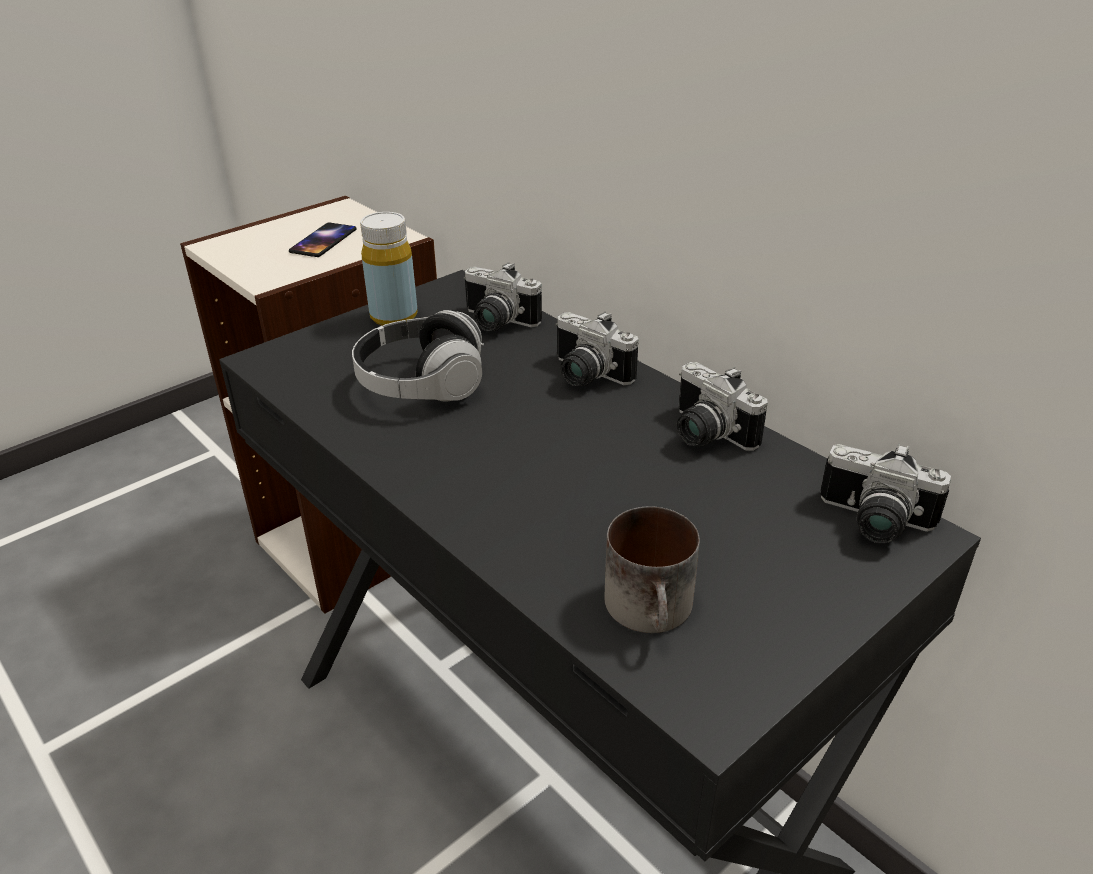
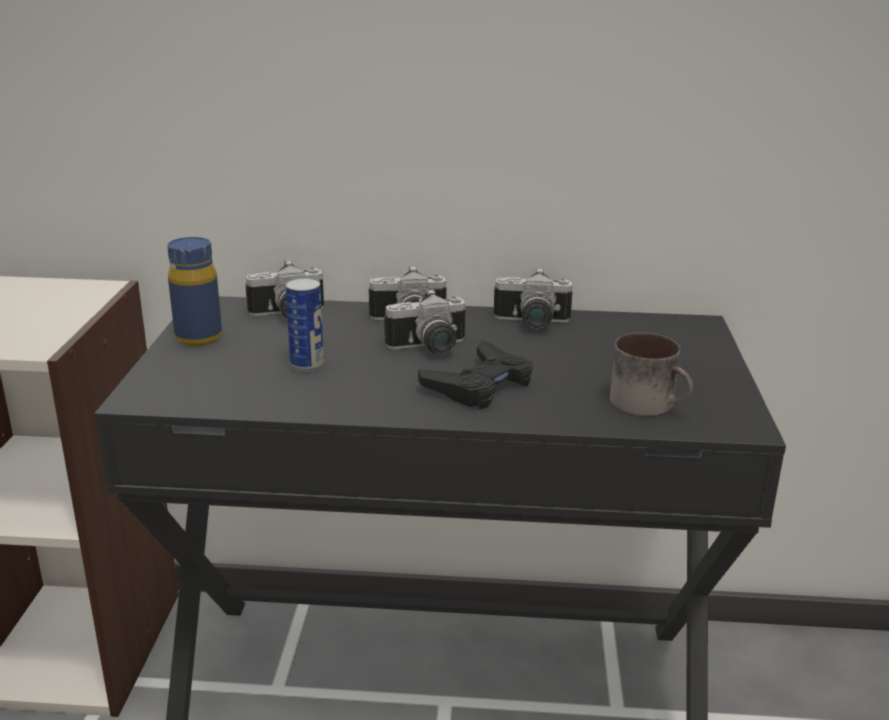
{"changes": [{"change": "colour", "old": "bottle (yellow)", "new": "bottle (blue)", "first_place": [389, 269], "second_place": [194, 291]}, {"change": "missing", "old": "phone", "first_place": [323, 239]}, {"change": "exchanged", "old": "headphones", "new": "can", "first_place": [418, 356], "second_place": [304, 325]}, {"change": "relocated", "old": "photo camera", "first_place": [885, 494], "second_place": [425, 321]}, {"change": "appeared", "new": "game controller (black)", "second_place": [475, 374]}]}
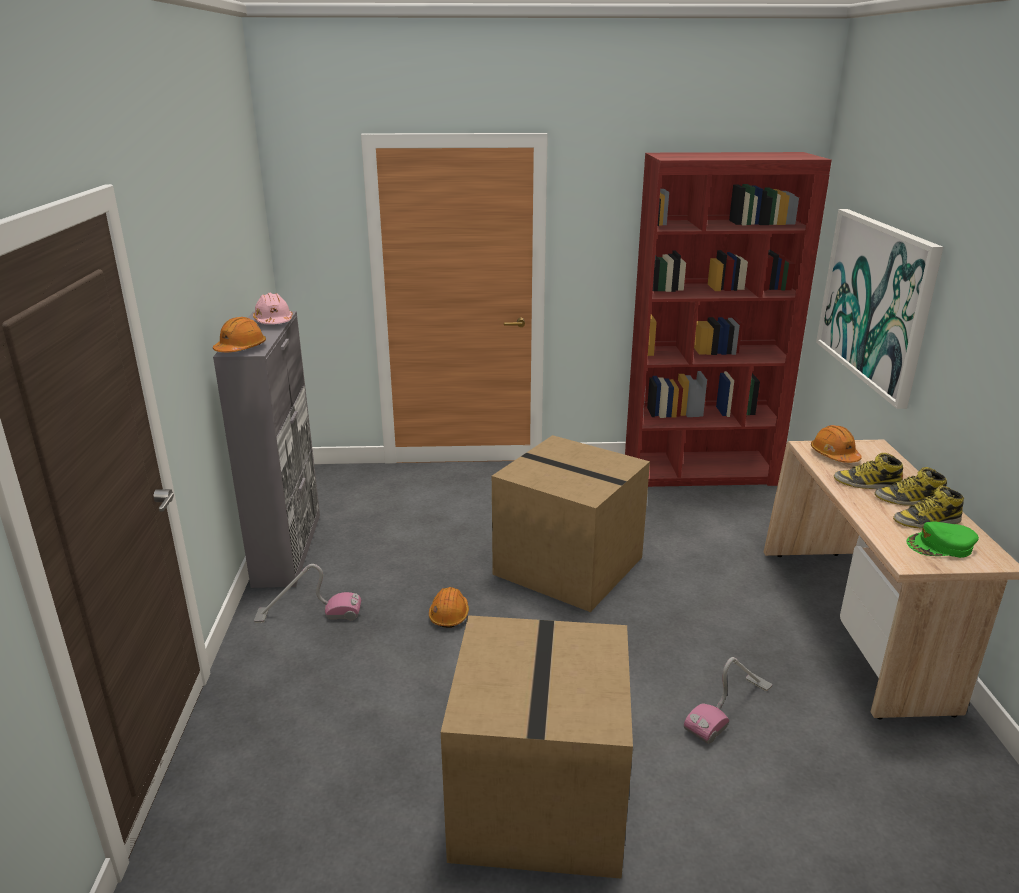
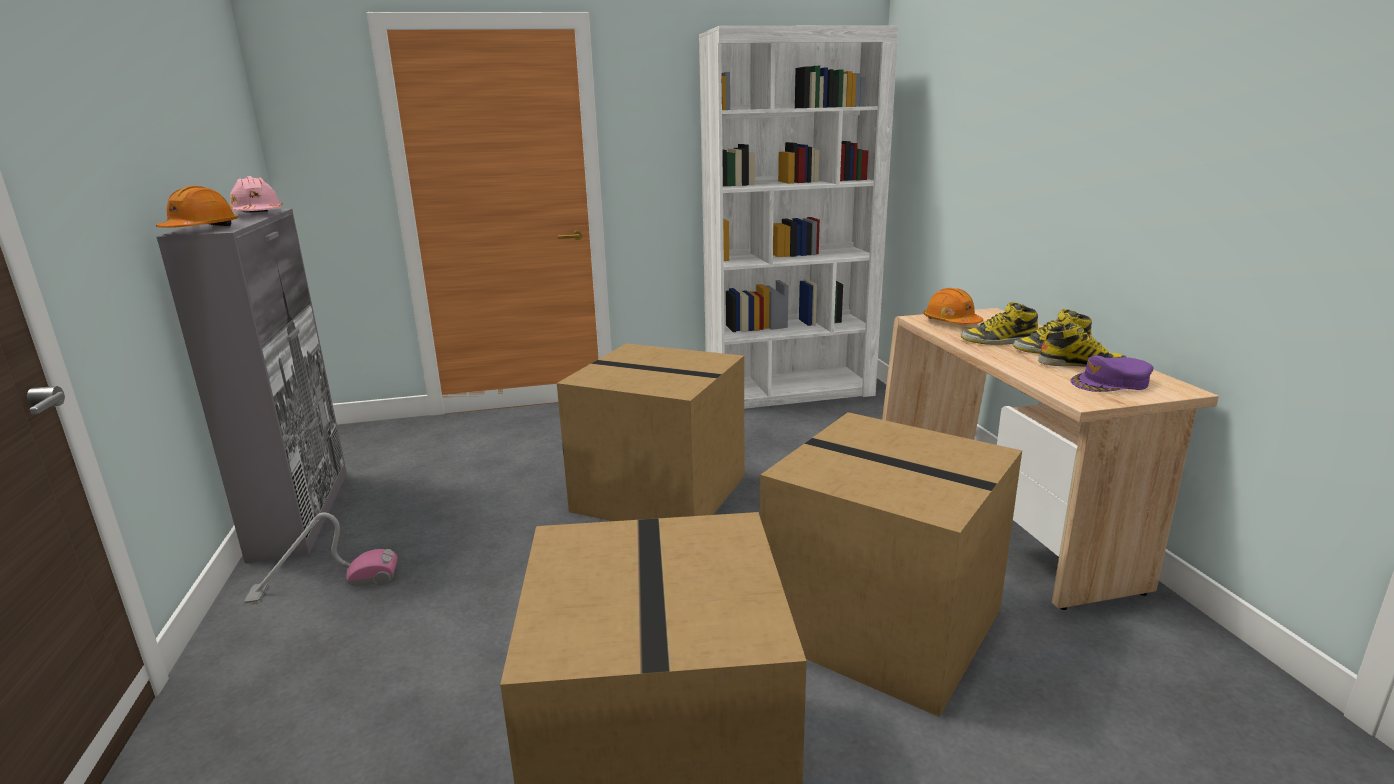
{"changes": [{"change": "colour", "old": "bookcase (red)", "new": "bookcase (white)", "first_place": [728, 319], "second_place": [798, 217]}, {"change": "missing", "old": "picture", "first_place": [880, 309]}, {"change": "spun", "old": "boot", "first_place": [928, 507], "second_place": [1082, 345], "degrees": -150}, {"change": "colour", "old": "cap (green)", "new": "cap (purple)", "first_place": [942, 540], "second_place": [1111, 373]}, {"change": "missing", "old": "hard hat (orange)", "first_place": [449, 607]}, {"change": "exchanged", "old": "vacuum cleaner", "new": "cardboard box", "first_place": [728, 700], "second_place": [891, 564]}]}
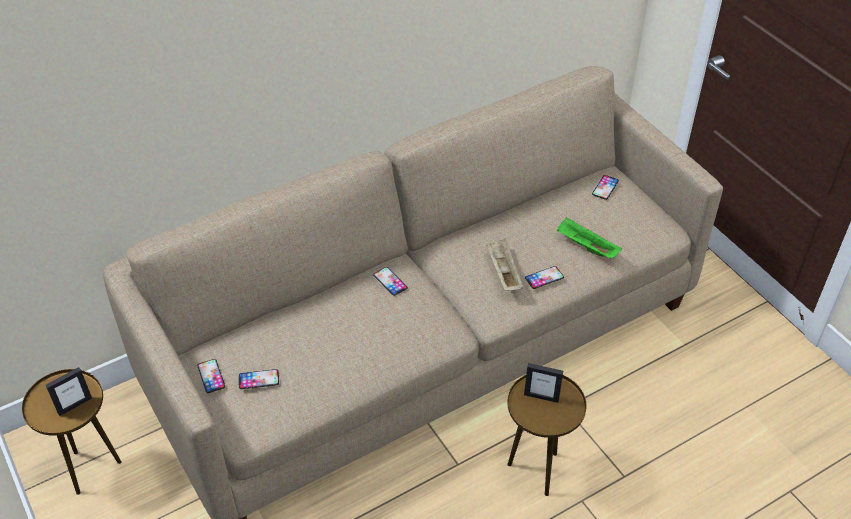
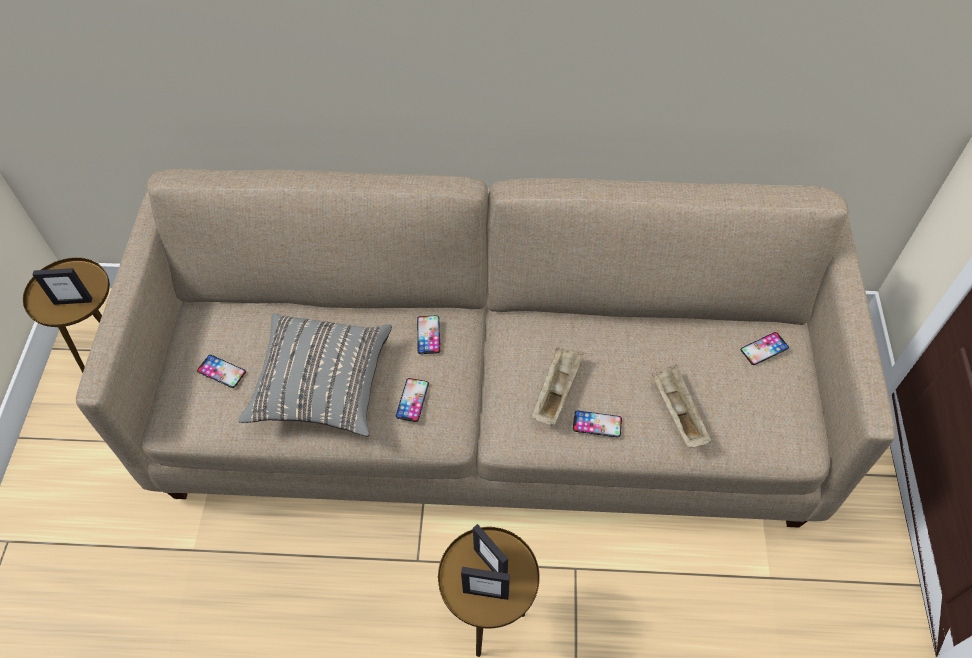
{"changes": [{"change": "colour", "old": "tray (green)", "new": "tray (beige)", "first_place": [589, 237], "second_place": [681, 405]}, {"change": "relocated", "old": "phone", "first_place": [211, 376], "second_place": [412, 400]}, {"change": "appeared", "new": "pillow (grey)", "second_place": [315, 375]}, {"change": "appeared", "new": "picture frame", "second_place": [485, 583]}]}
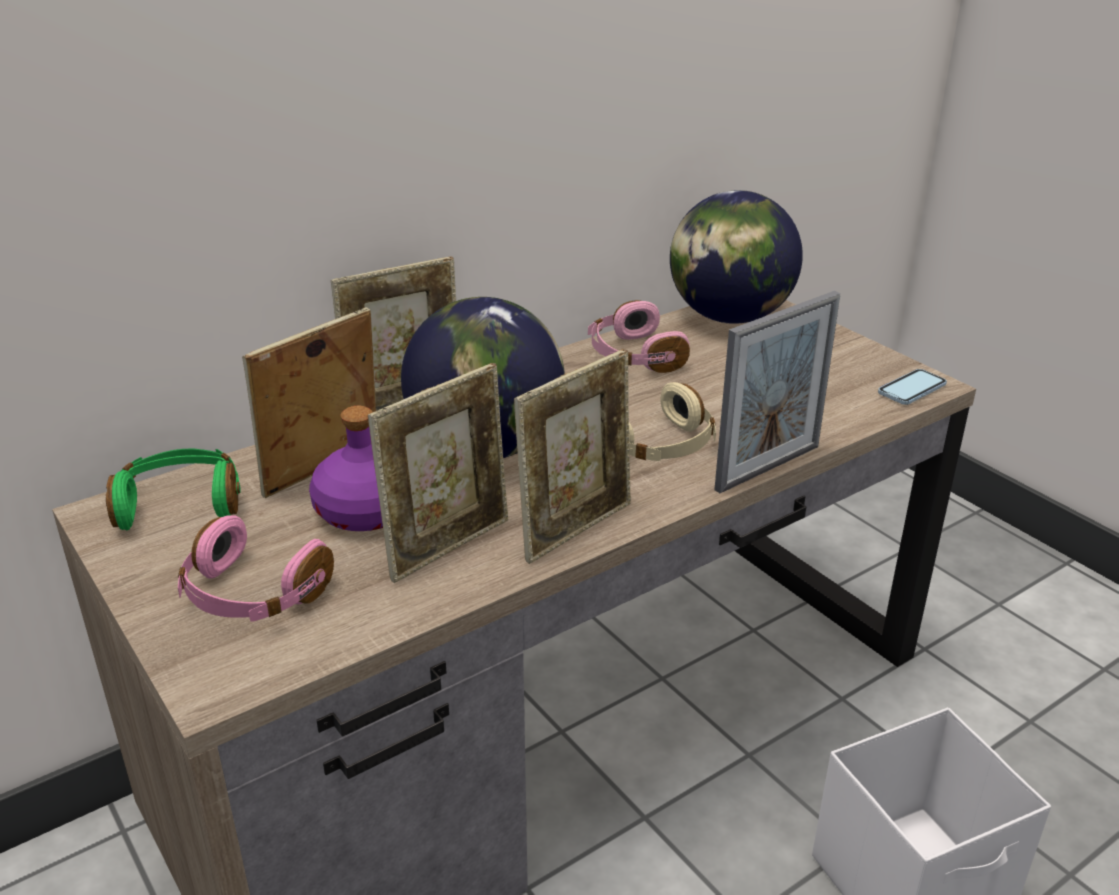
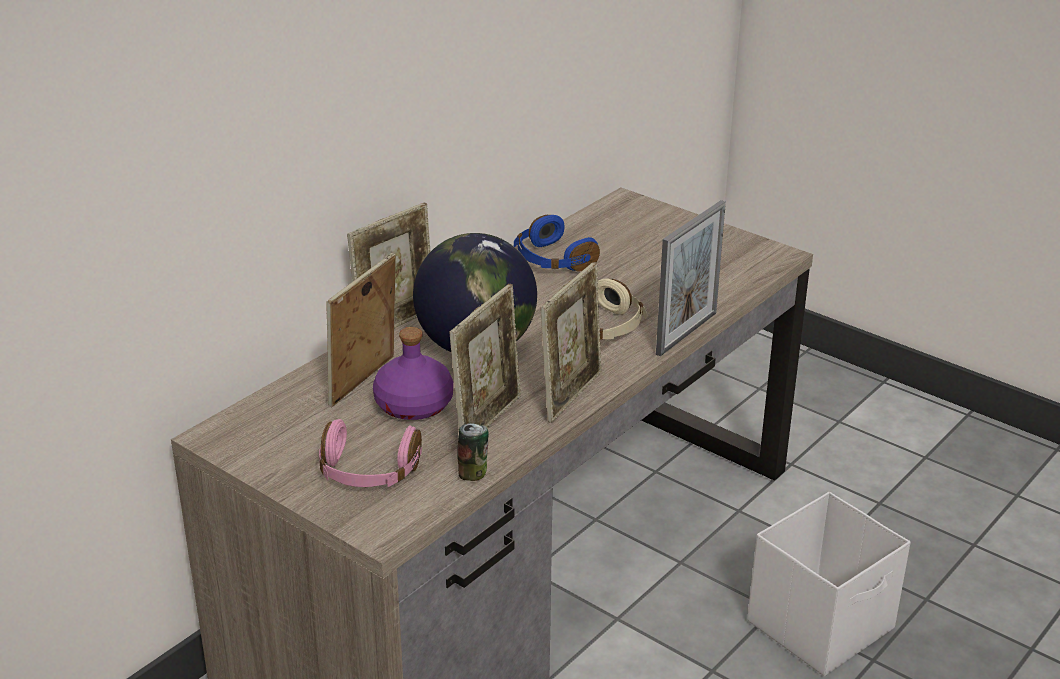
{"changes": [{"change": "missing", "old": "globe", "first_place": [736, 257]}, {"change": "colour", "old": "headphones (pink)", "new": "headphones (blue)", "first_place": [639, 336], "second_place": [557, 243]}, {"change": "missing", "old": "phone", "first_place": [912, 387]}, {"change": "missing", "old": "headphones (green)", "first_place": [173, 489]}, {"change": "appeared", "new": "can", "second_place": [473, 452]}]}
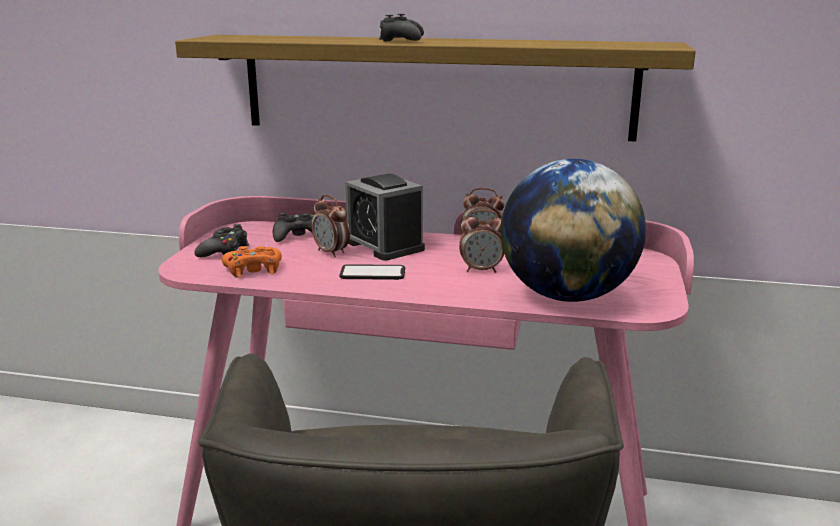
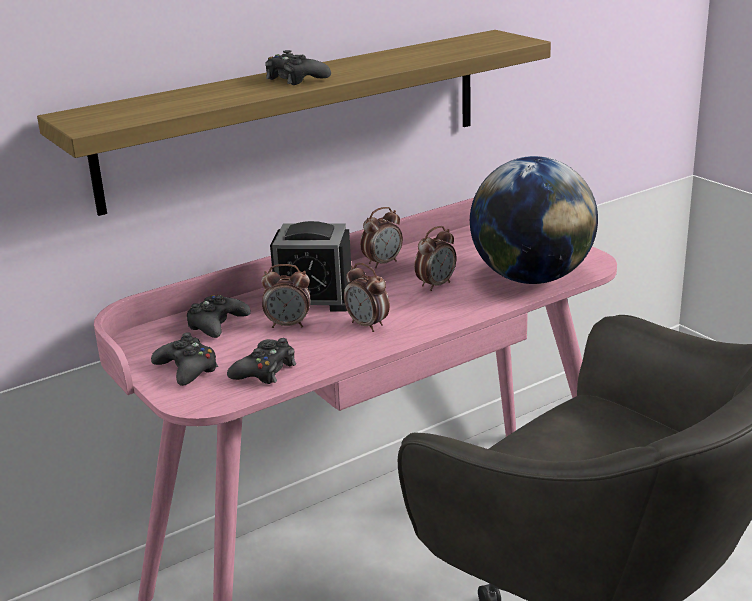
{"changes": [{"change": "colour", "old": "game controller (orange)", "new": "game controller (black)", "first_place": [252, 262], "second_place": [261, 361]}, {"change": "exchanged", "old": "phone", "new": "alarm clock", "first_place": [372, 272], "second_place": [367, 297]}]}
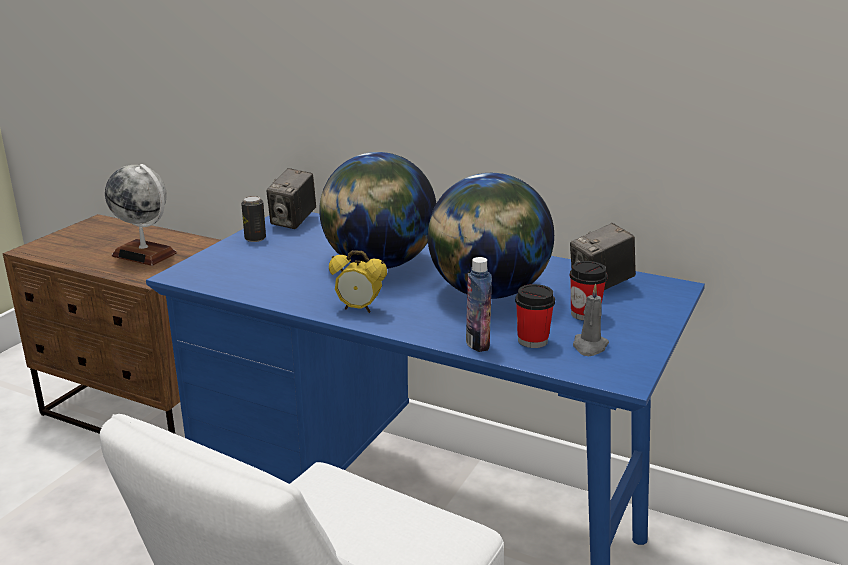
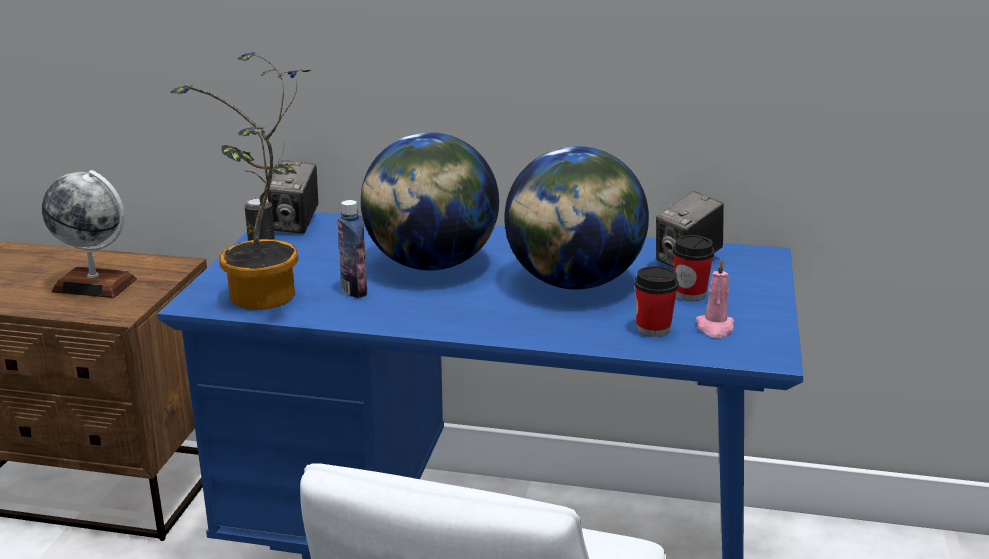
{"changes": [{"change": "missing", "old": "alarm clock", "first_place": [358, 281]}, {"change": "relocated", "old": "bottle", "first_place": [479, 304], "second_place": [352, 249]}, {"change": "colour", "old": "candle (grey)", "new": "candle (pink)", "first_place": [591, 320], "second_place": [715, 298]}, {"change": "appeared", "new": "potted plant", "second_place": [240, 181]}]}
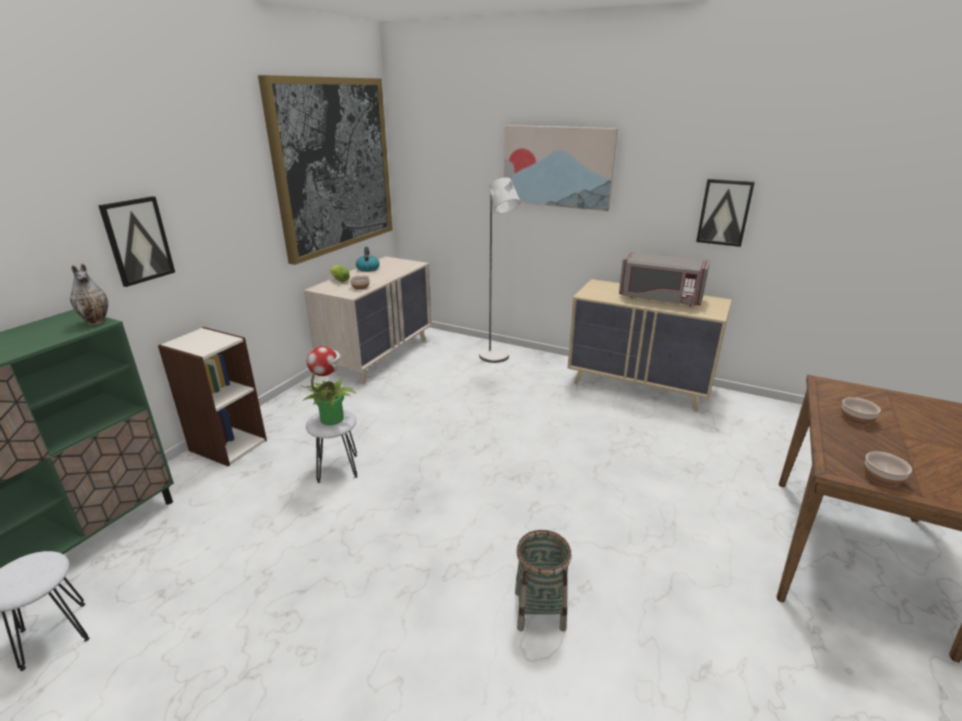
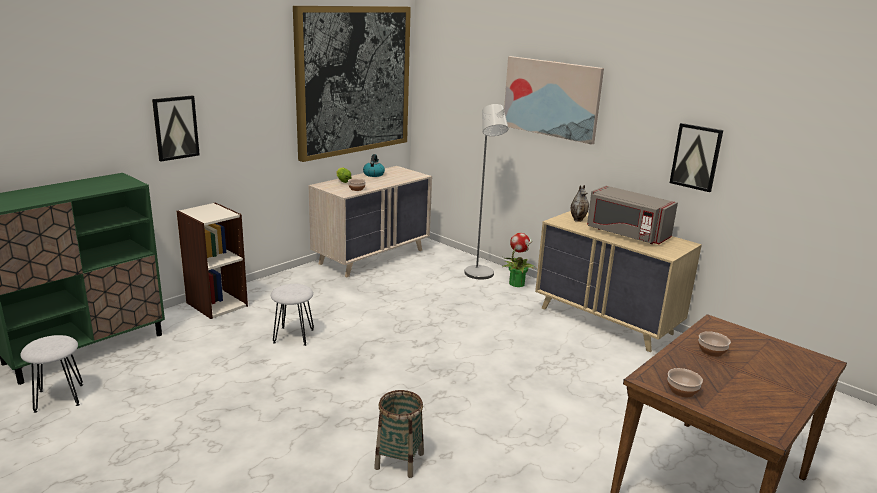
{"changes": [{"change": "relocated", "old": "vase", "first_place": [89, 294], "second_place": [580, 203]}, {"change": "relocated", "old": "potted plant", "first_place": [329, 385], "second_place": [519, 260]}]}
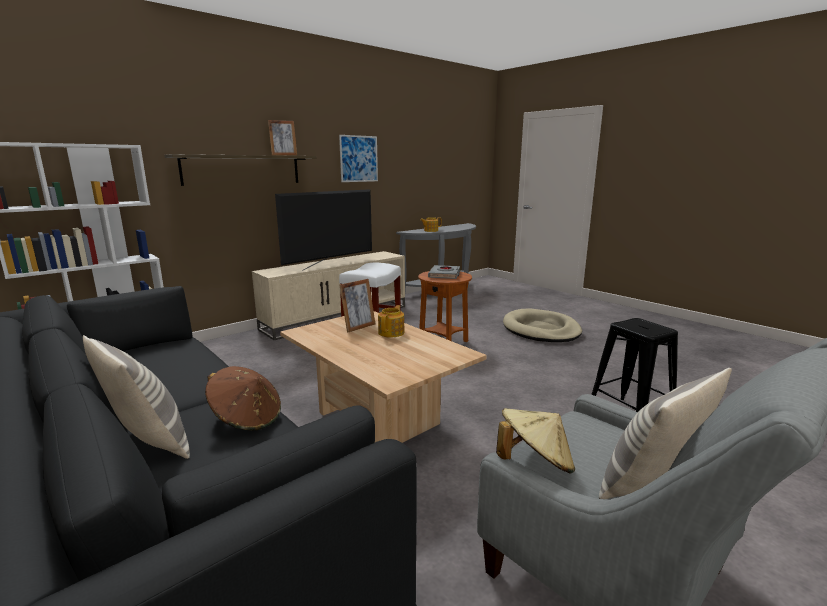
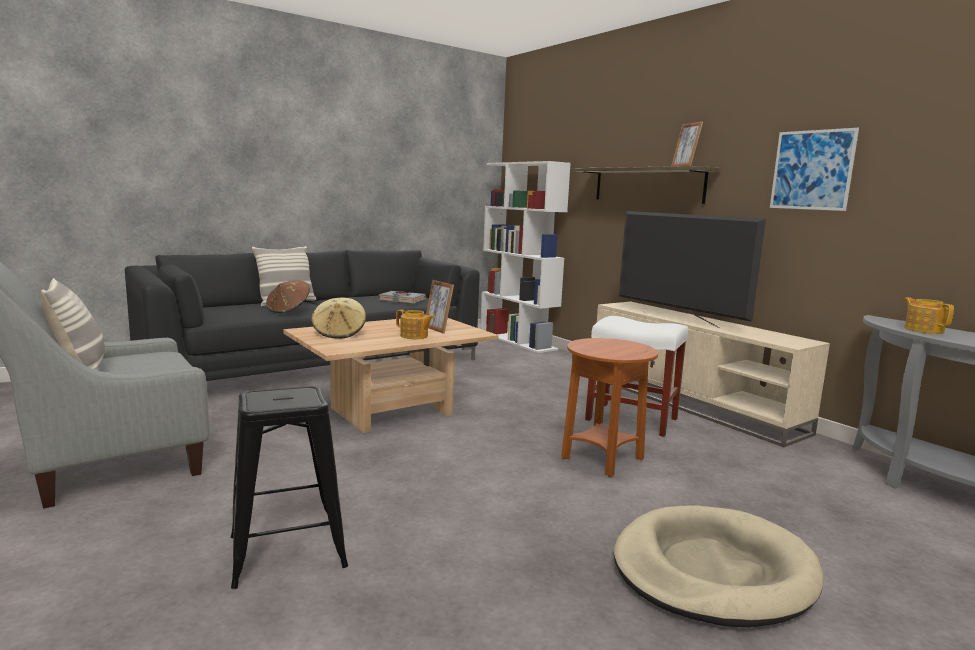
{"changes": [{"change": "relocated", "old": "book (grey)", "first_place": [444, 272], "second_place": [402, 297]}, {"change": "relocated", "old": "hat (beige)", "first_place": [535, 441], "second_place": [338, 318]}]}
